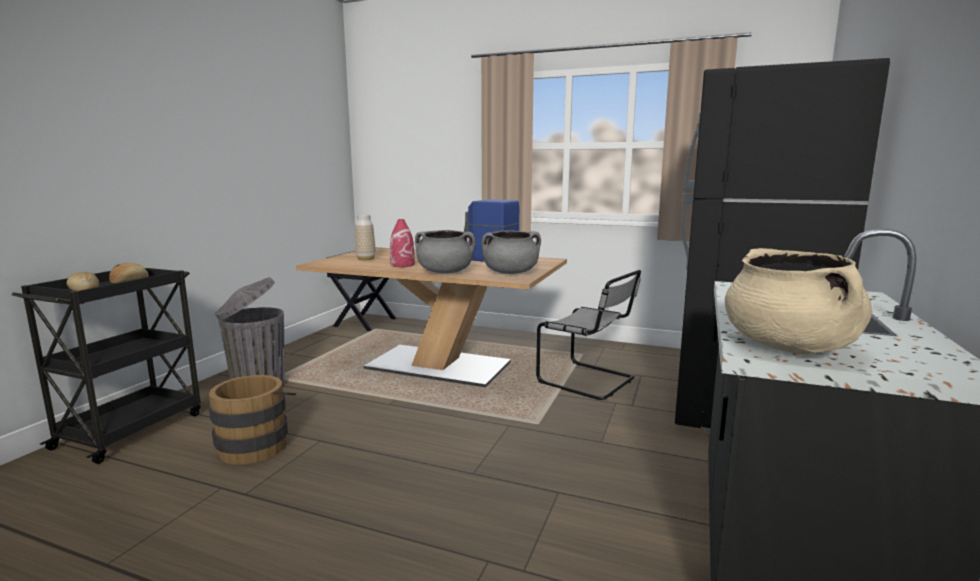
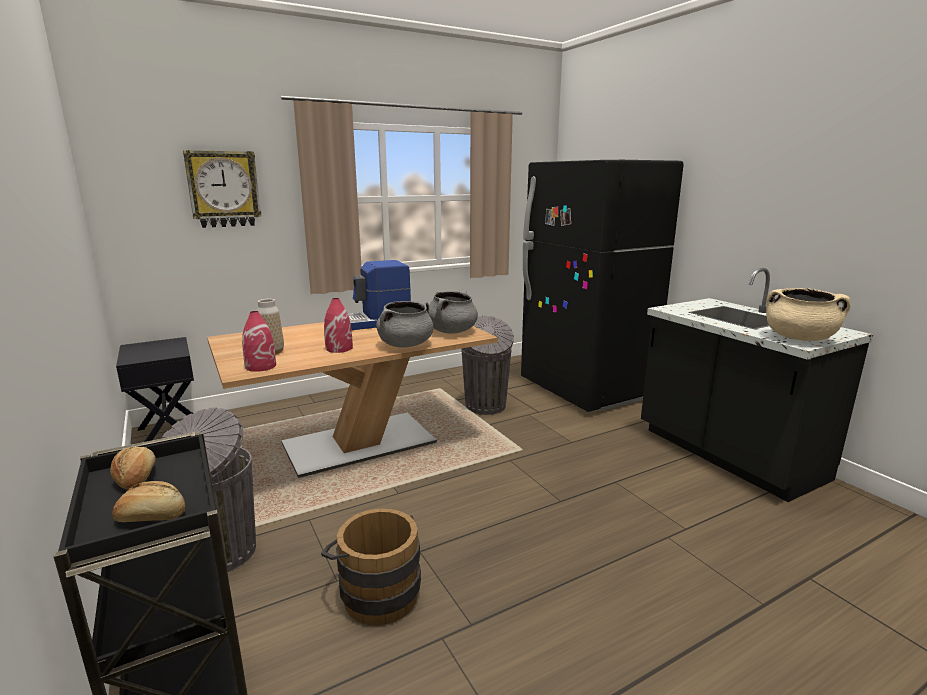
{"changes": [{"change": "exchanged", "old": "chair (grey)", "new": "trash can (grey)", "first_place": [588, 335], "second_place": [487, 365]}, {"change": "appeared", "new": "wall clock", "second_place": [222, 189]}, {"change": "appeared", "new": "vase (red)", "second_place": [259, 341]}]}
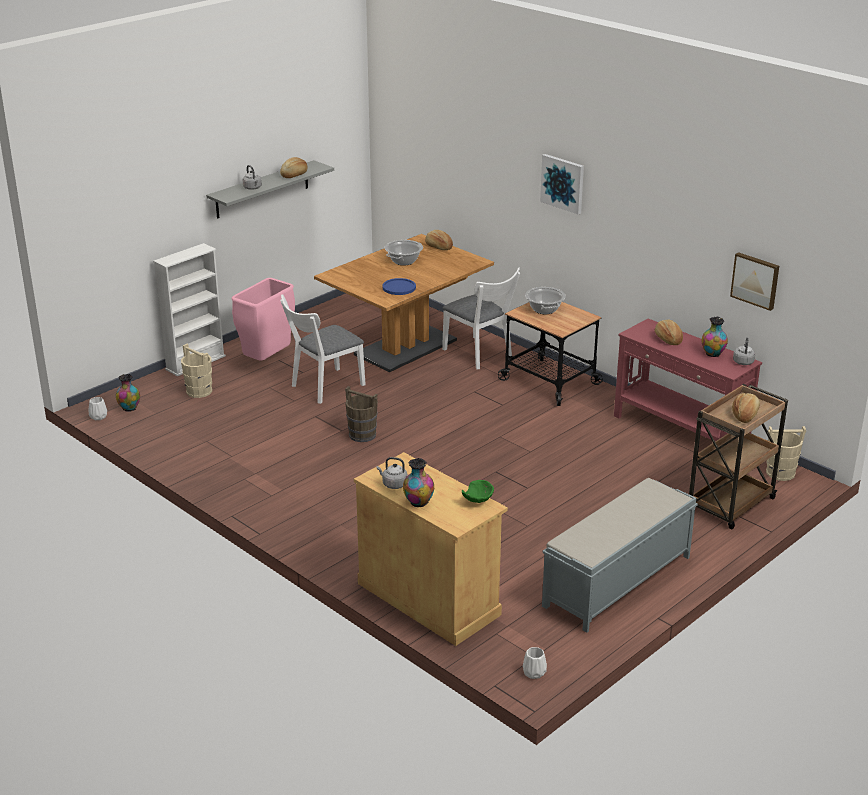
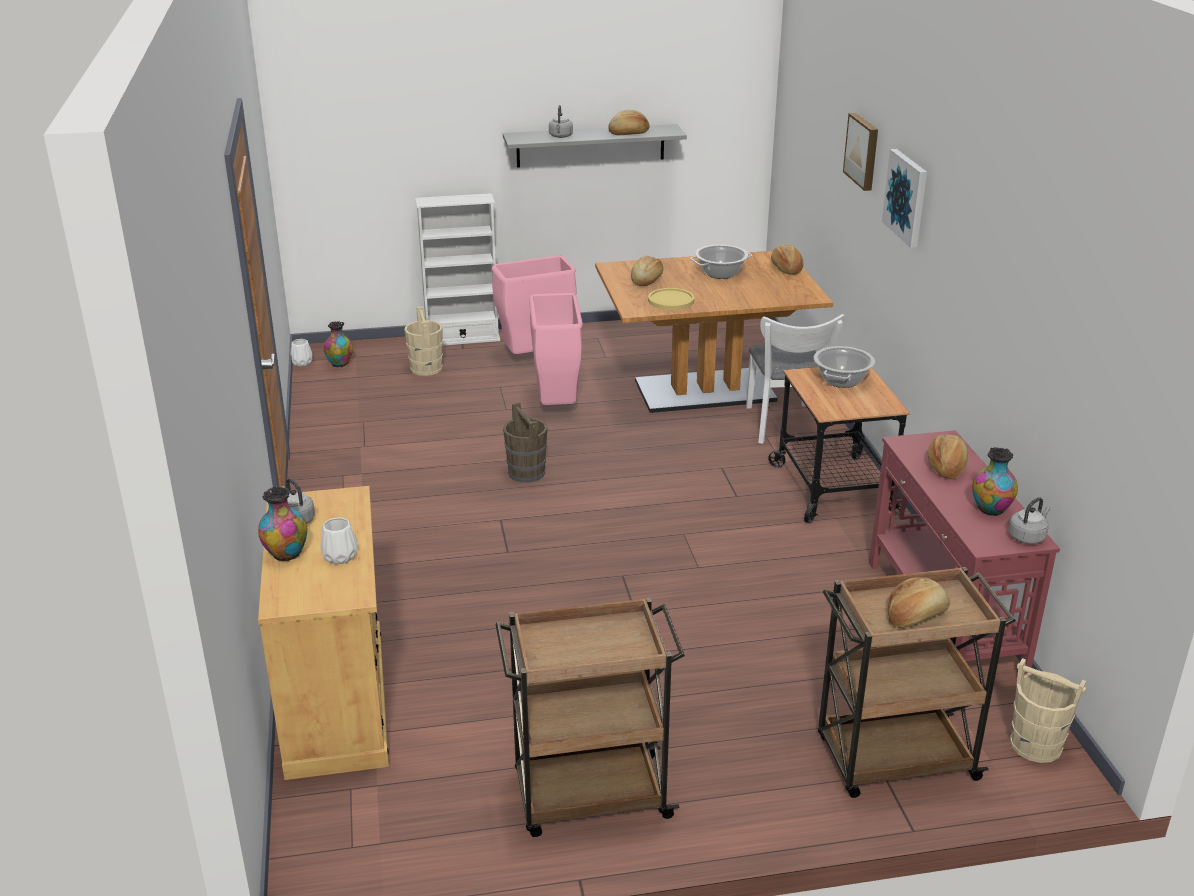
{"changes": [{"change": "relocated", "old": "picture", "first_place": [754, 281], "second_place": [860, 152]}, {"change": "colour", "old": "plate (blue)", "new": "plate (yellow)", "first_place": [399, 286], "second_place": [671, 299]}, {"change": "exchanged", "old": "chair (white)", "new": "trash can (pink)", "first_place": [323, 349], "second_place": [556, 349]}, {"change": "exchanged", "old": "bench (grey)", "new": "cart (brown)", "first_place": [620, 555], "second_place": [590, 717]}, {"change": "missing", "old": "bowl (green)", "first_place": [478, 491]}, {"change": "relocated", "old": "vase (white)", "first_place": [535, 663], "second_place": [338, 541]}, {"change": "appeared", "new": "bread", "second_place": [647, 271]}]}
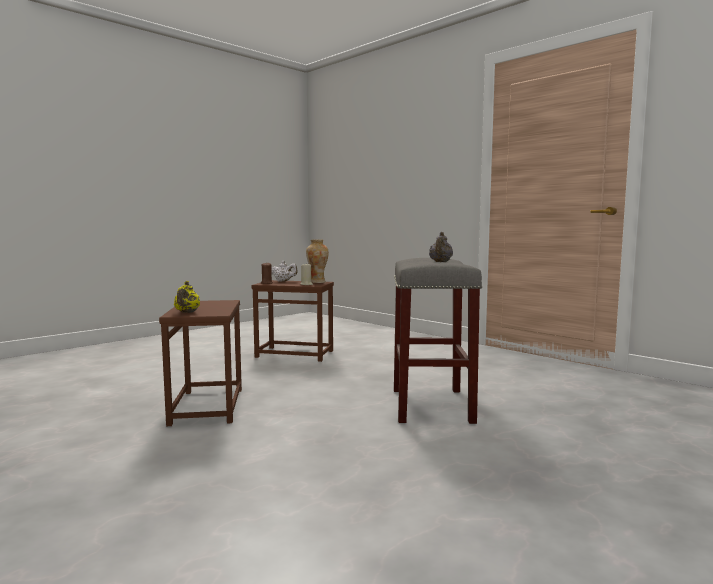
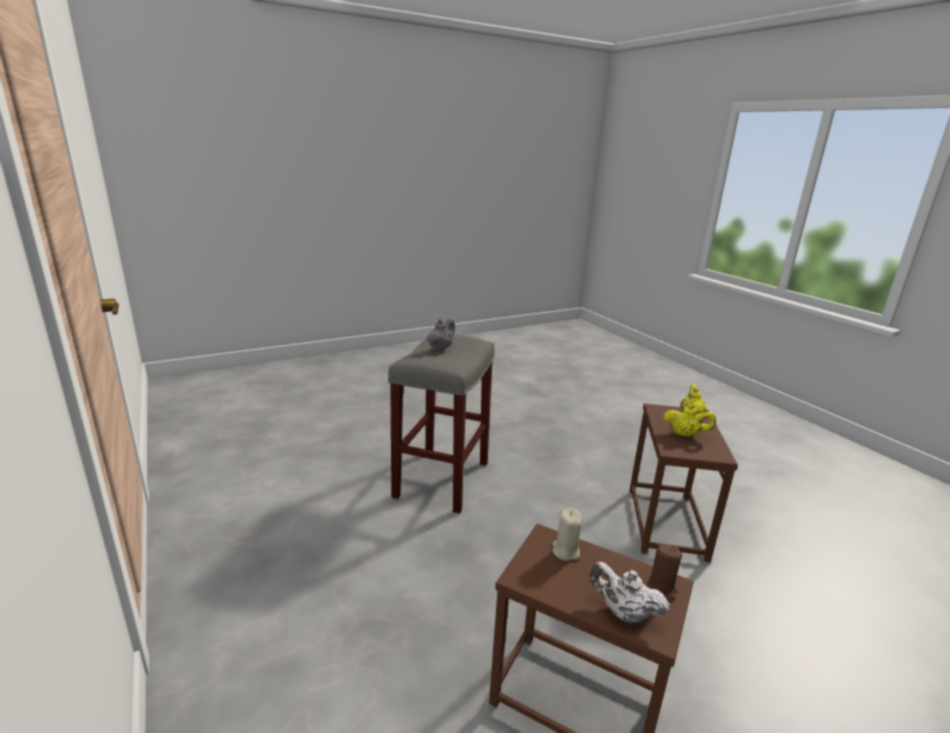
{"changes": [{"change": "missing", "old": "vase", "first_place": [317, 261]}, {"change": "appeared", "new": "teapot (yellow)", "second_place": [690, 420]}]}
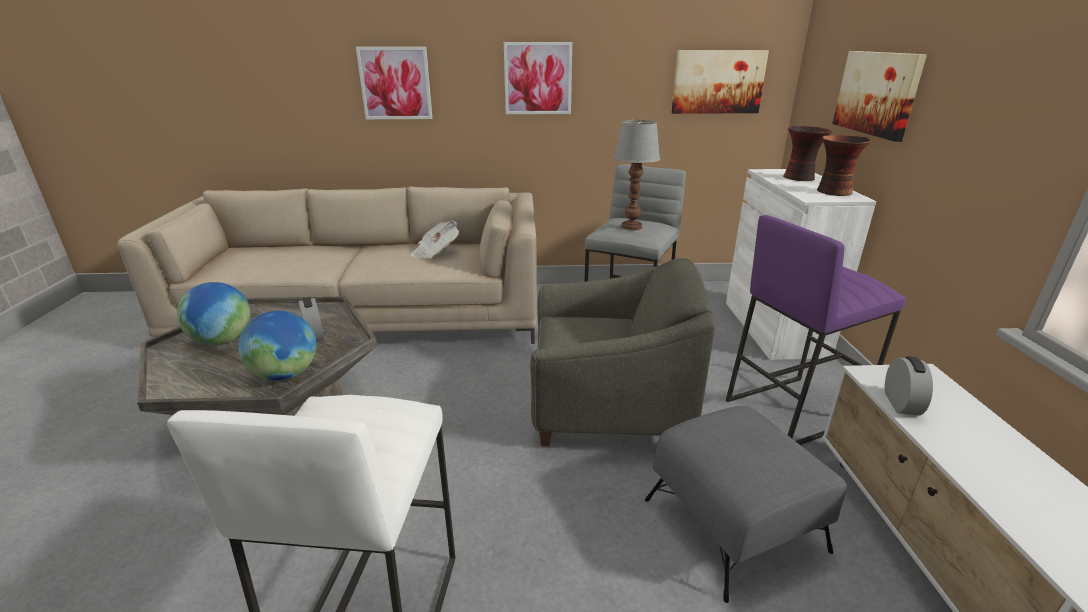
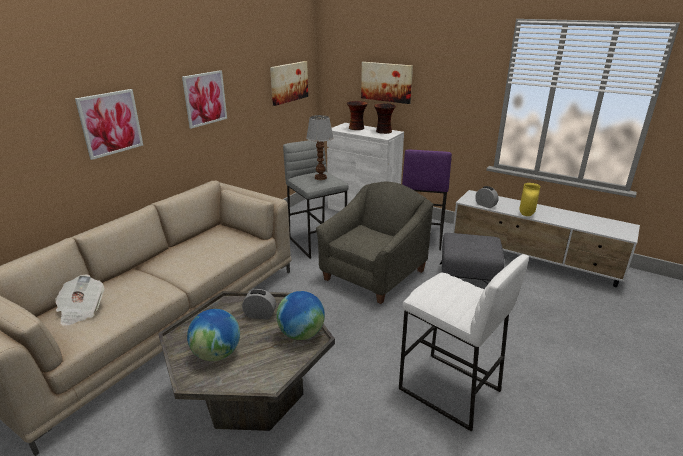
{"changes": [{"change": "relocated", "old": "newspaper", "first_place": [435, 240], "second_place": [80, 300]}, {"change": "appeared", "new": "vase (yellow)", "second_place": [529, 199]}]}
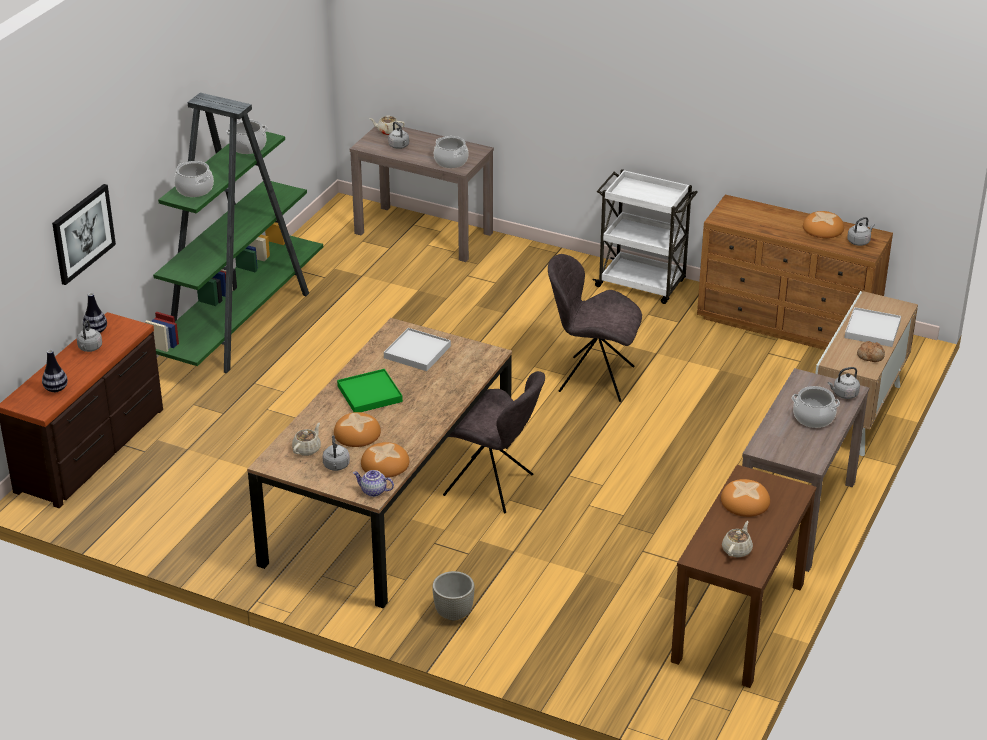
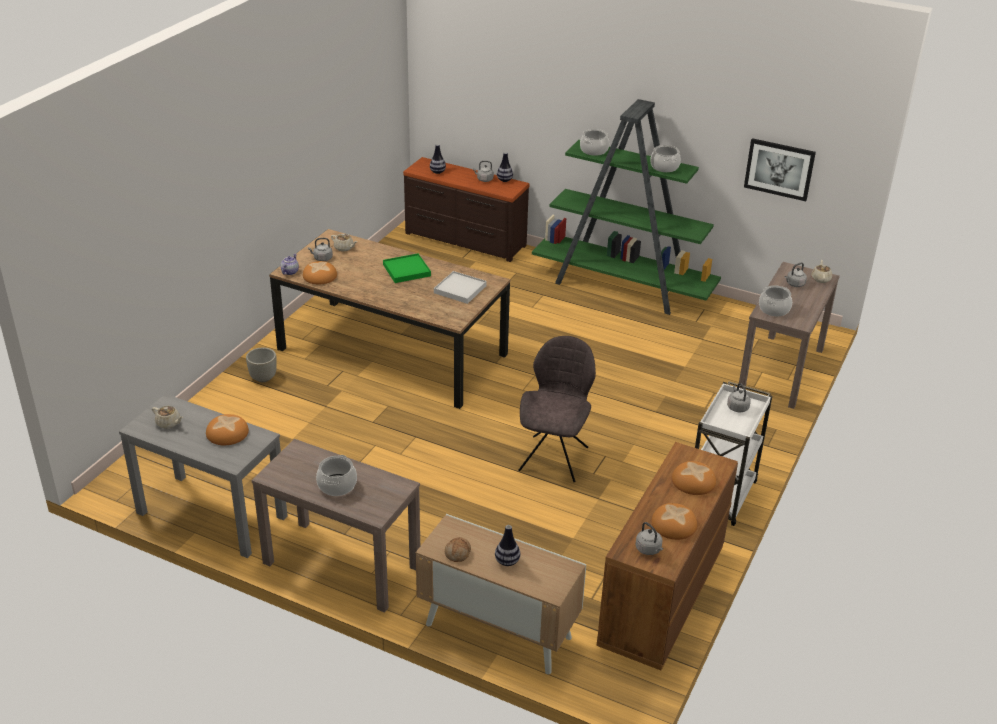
{"changes": [{"change": "relocated", "old": "picture", "first_place": [84, 234], "second_place": [780, 169]}, {"change": "exchanged", "old": "tray (white)", "new": "vase", "first_place": [873, 327], "second_place": [507, 545]}, {"change": "relocated", "old": "kettle (grey)", "first_place": [844, 383], "second_place": [739, 397]}, {"change": "missing", "old": "chair (grey)", "first_place": [494, 442]}, {"change": "relocated", "old": "bread", "first_place": [357, 429], "second_place": [694, 478]}, {"change": "colour", "old": "console table (brown)", "new": "console table (grey)", "first_place": [744, 576], "second_place": [203, 476]}]}
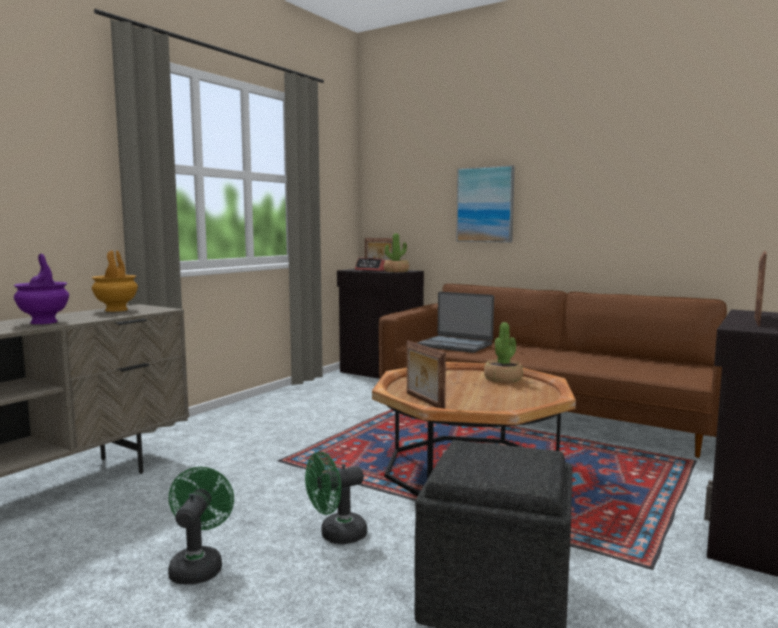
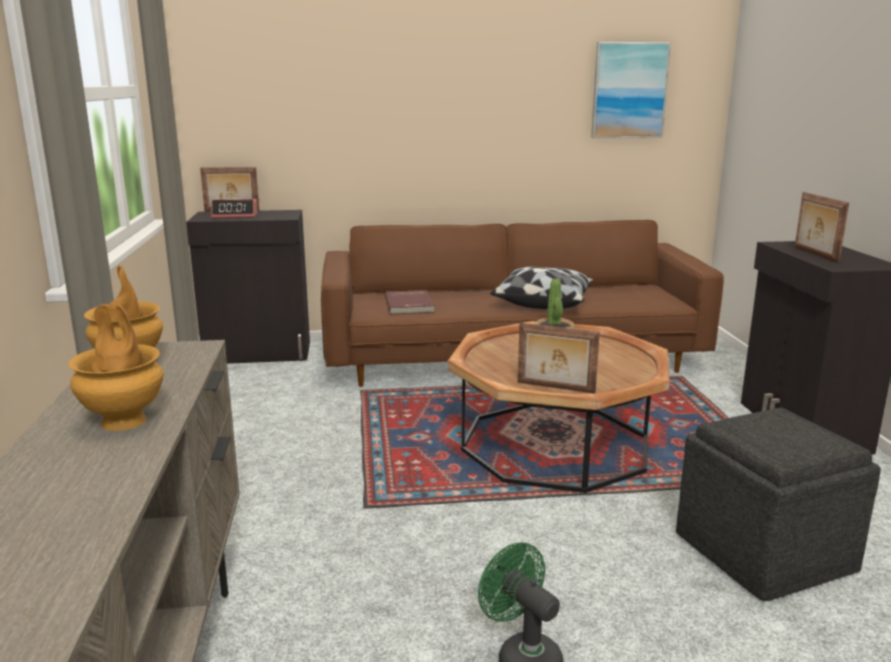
{"changes": [{"change": "relocated", "old": "picture", "first_place": [485, 204], "second_place": [631, 90]}, {"change": "missing", "old": "potted plant", "first_place": [396, 252]}, {"change": "colour", "old": "vase (purple)", "new": "vase (brown)", "first_place": [41, 289], "second_place": [116, 367]}, {"change": "exchanged", "old": "laptop", "new": "book (red)", "first_place": [455, 322], "second_place": [409, 302]}, {"change": "missing", "old": "fan (green)", "first_place": [336, 498]}, {"change": "appeared", "new": "pillow", "second_place": [541, 288]}]}
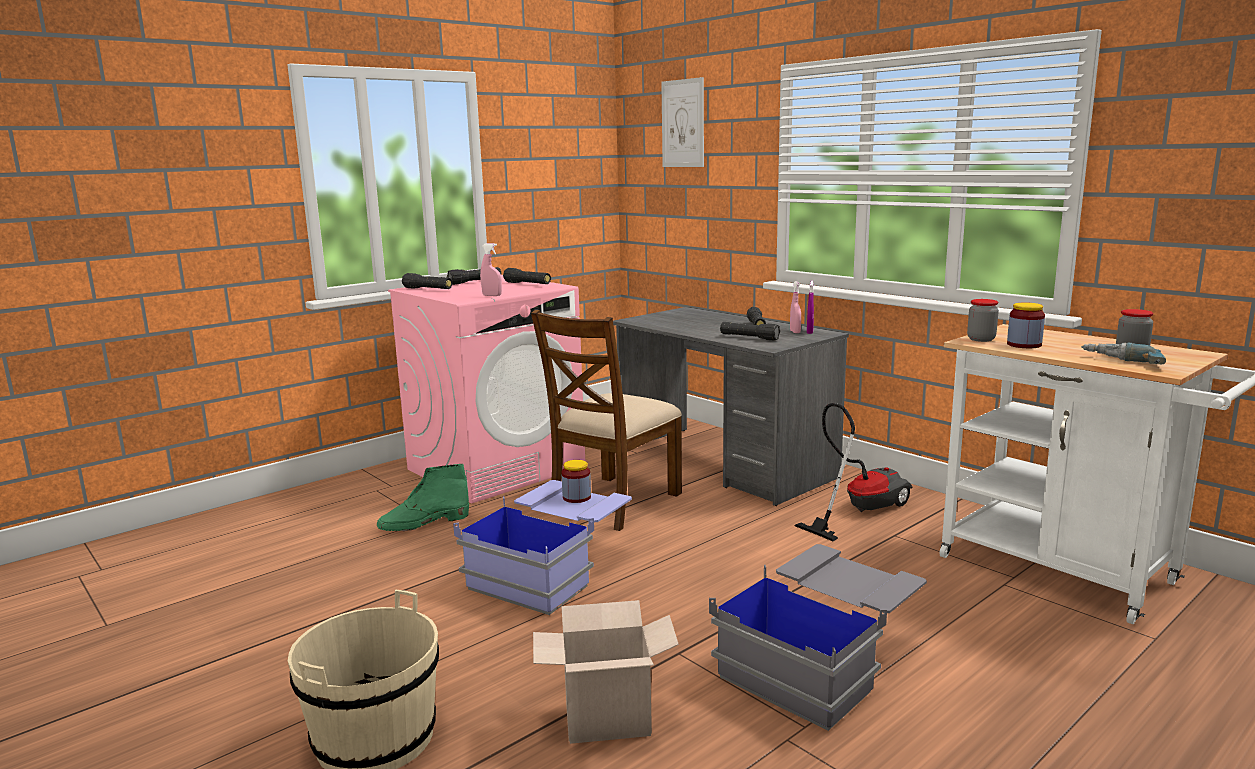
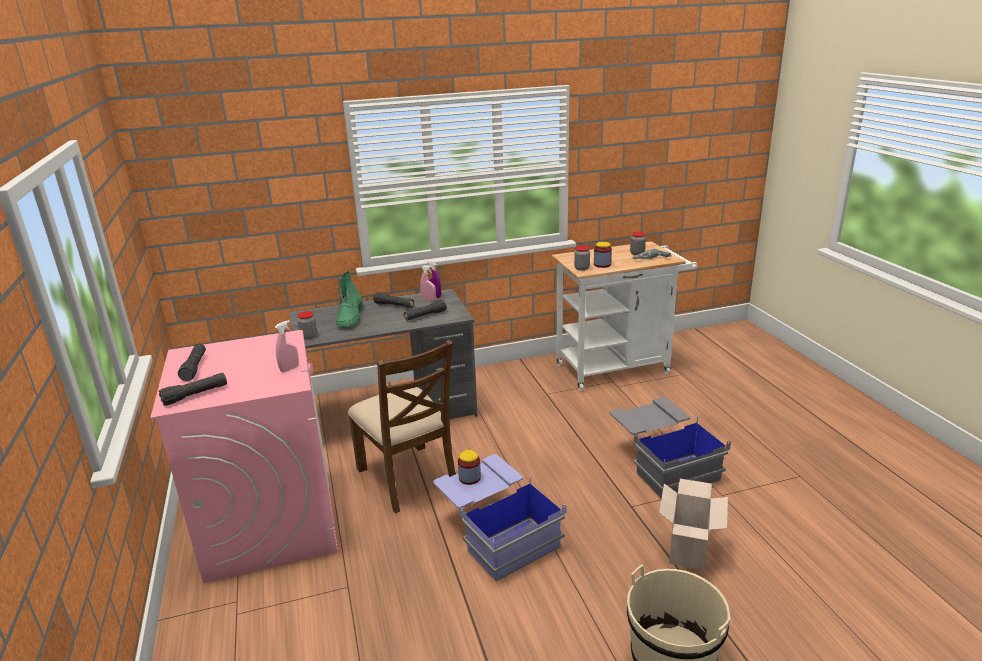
{"changes": [{"change": "missing", "old": "picture", "first_place": [682, 122]}, {"change": "missing", "old": "flashlight (black)", "first_place": [527, 276]}, {"change": "missing", "old": "vacuum cleaner", "first_place": [853, 472]}, {"change": "relocated", "old": "boot (green)", "first_place": [423, 498], "second_place": [349, 299]}, {"change": "appeared", "new": "jar", "second_place": [307, 325]}]}
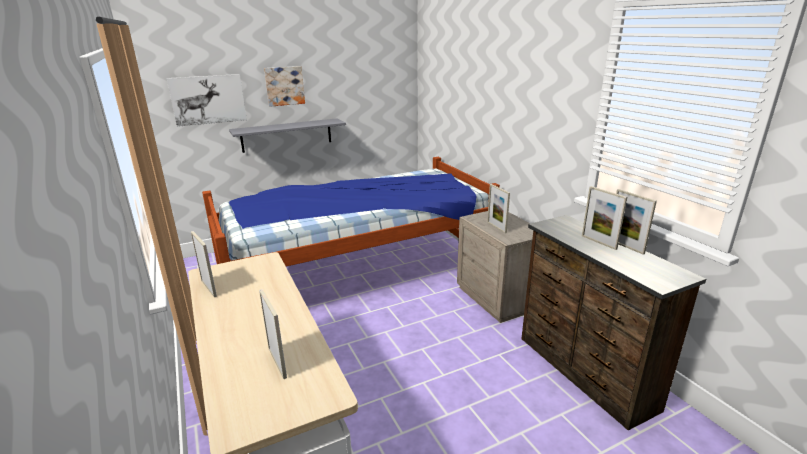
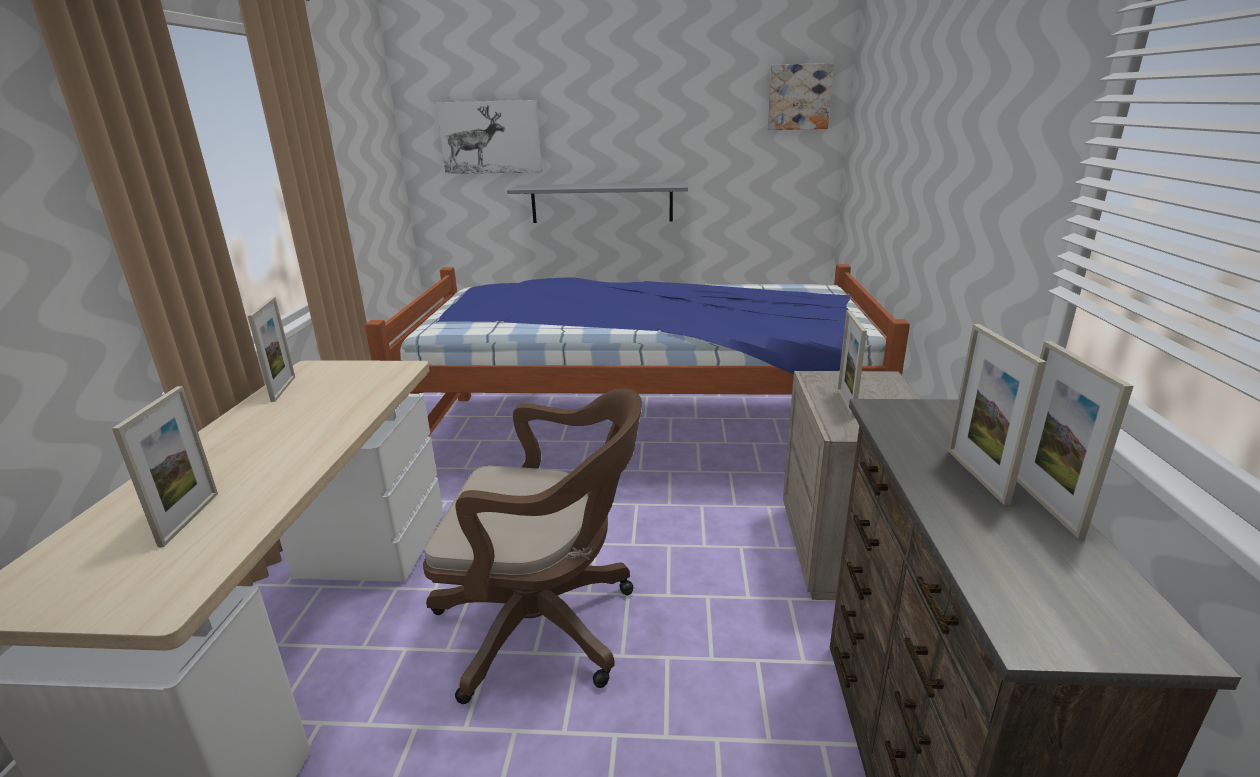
{"changes": [{"change": "relocated", "old": "picture", "first_place": [284, 86], "second_place": [801, 96]}, {"change": "appeared", "new": "office chair (brown)", "second_place": [532, 546]}]}
